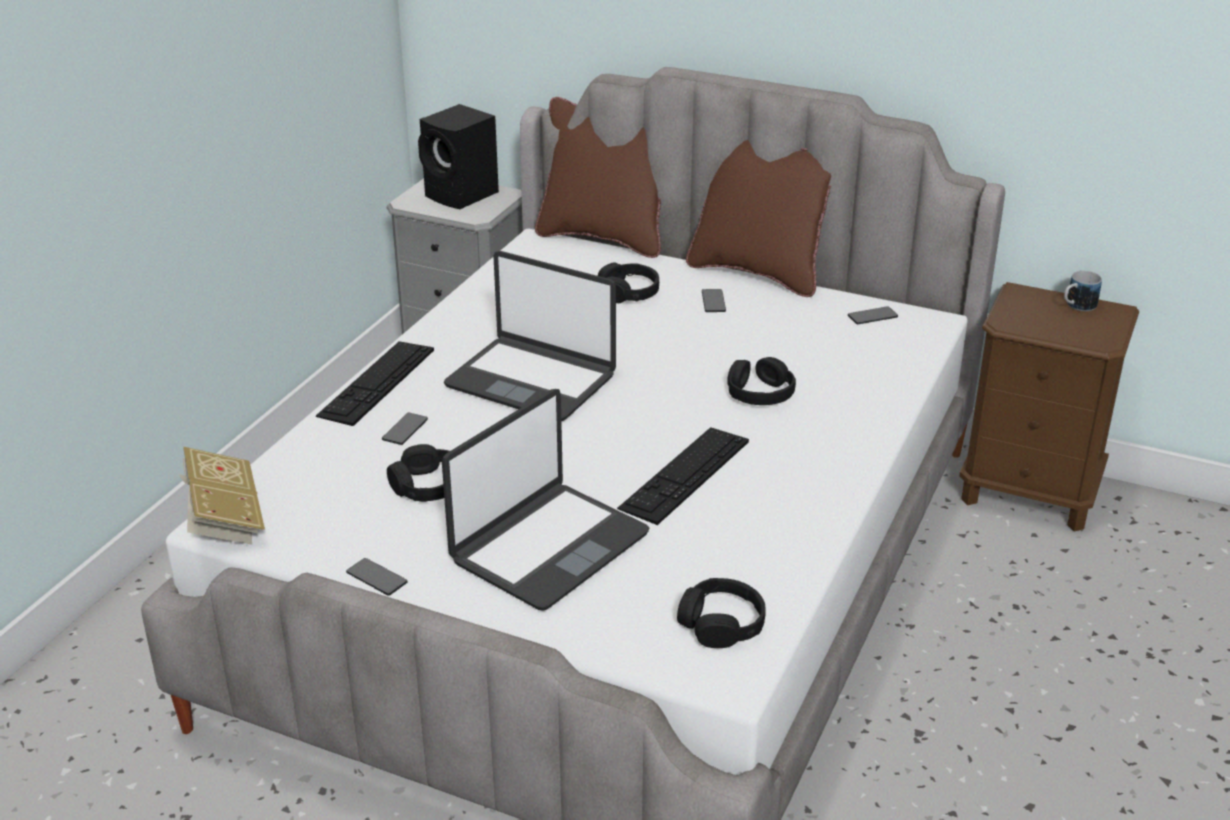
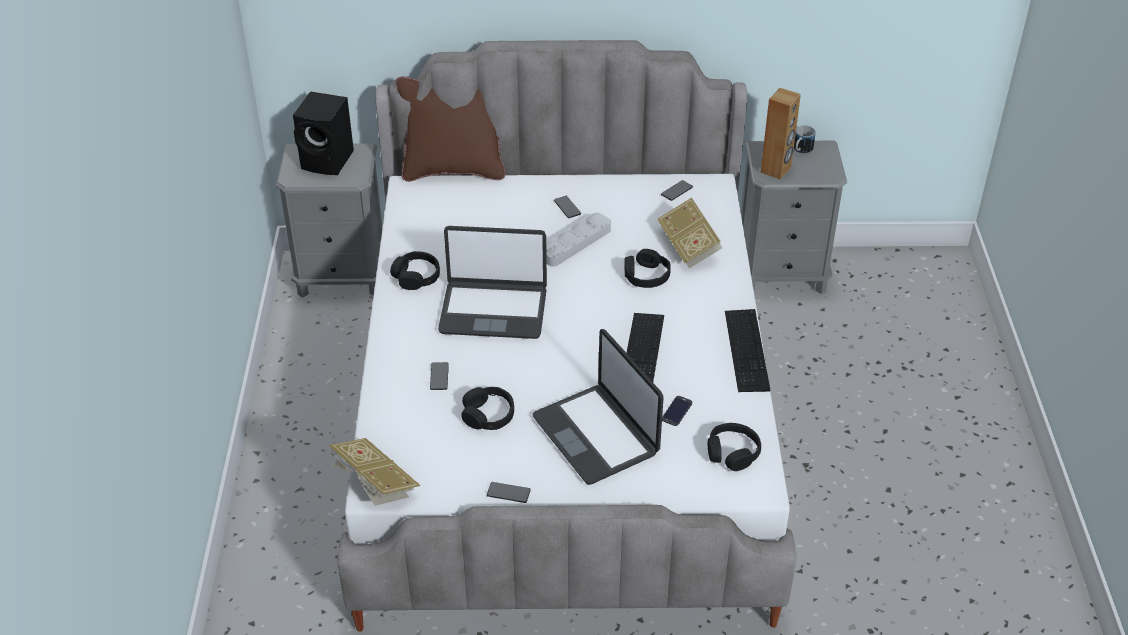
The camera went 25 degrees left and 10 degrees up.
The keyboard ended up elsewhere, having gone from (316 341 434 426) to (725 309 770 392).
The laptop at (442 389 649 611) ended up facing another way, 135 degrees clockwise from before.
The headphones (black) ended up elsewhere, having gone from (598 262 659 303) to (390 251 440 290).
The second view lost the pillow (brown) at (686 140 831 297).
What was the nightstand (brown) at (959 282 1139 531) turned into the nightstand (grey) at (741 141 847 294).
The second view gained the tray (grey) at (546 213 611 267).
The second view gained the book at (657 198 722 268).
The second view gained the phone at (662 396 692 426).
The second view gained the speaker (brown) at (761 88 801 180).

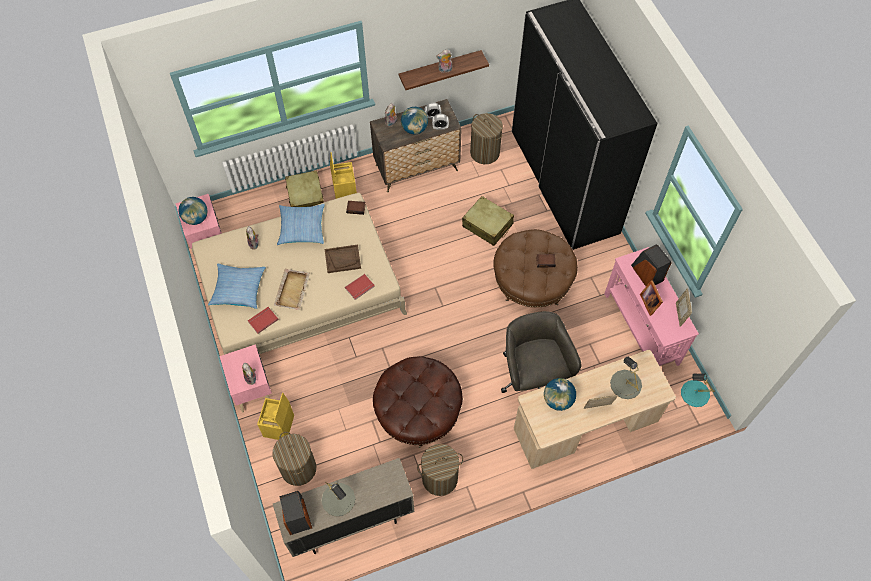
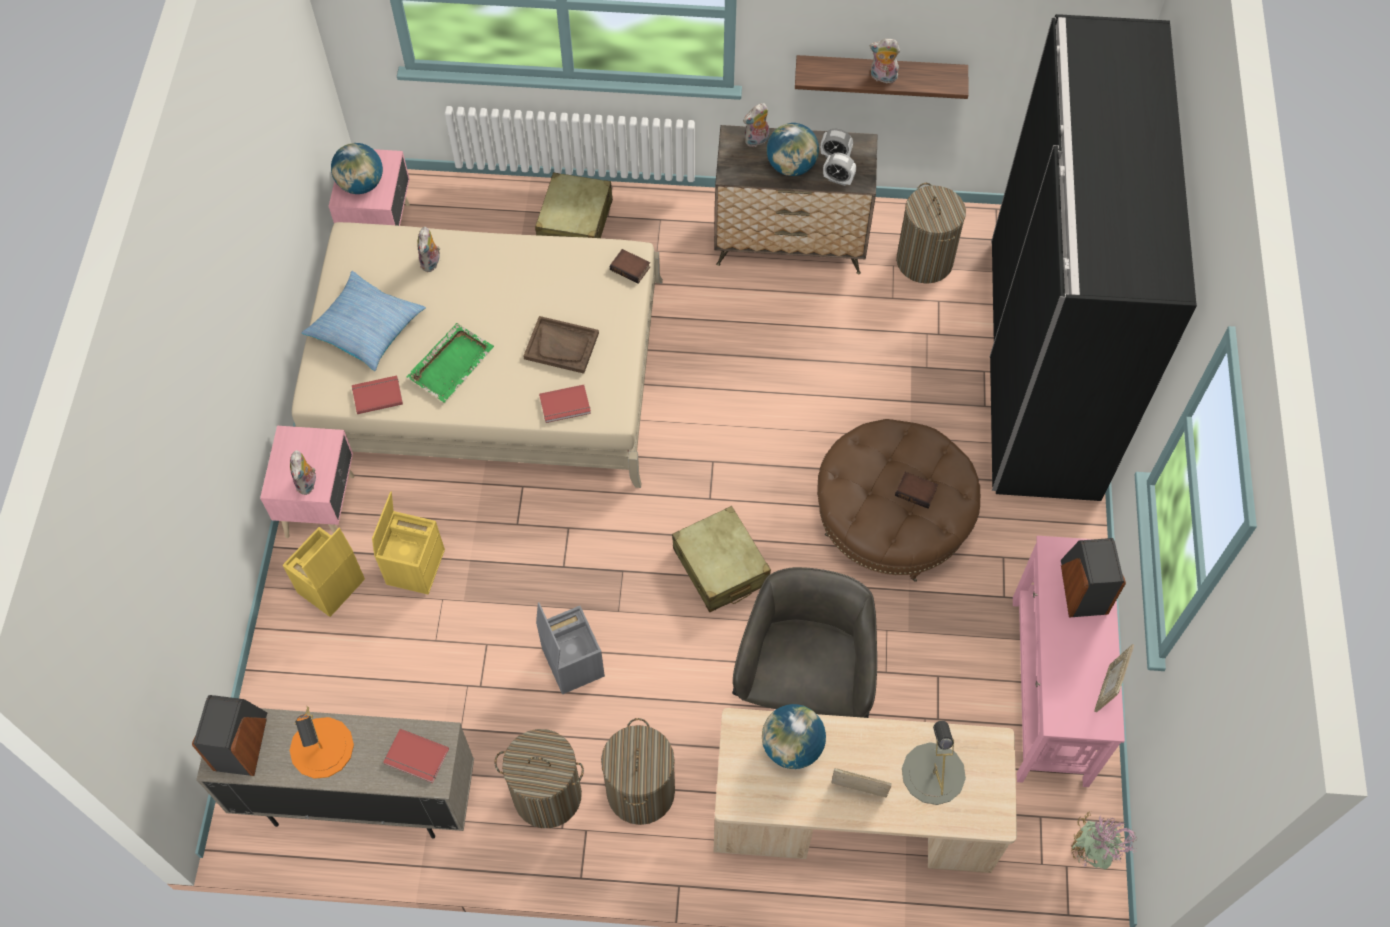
The camera went 25 degrees right and 0 degrees up.
The laundry basket ended up elsewhere, having gone from (272 432 316 486) to (601 718 675 825).
What was the tray (beige) at (274 269 310 310) turned into the tray (green) at (407 323 494 403).
The second view lost the pillow at (277 204 325 245).
What was the table lamp (grey) at (322 481 356 517) turned into the table lamp (orange) at (289 706 354 779).
The storage box (yellow) ended up elsewhere, having gone from (330 153 357 199) to (372 491 445 594).
Where the ottoman (brown) stood at (373 356 463 448), the storage box (grey) came to stand at (536 602 605 694).
The suitcase (beige) ended up elsewhere, having gone from (462 196 514 246) to (672 506 771 612).
The second view lost the picture frame at (640 280 663 316).
Where the table lamp (turquoise) stood at (681 373 714 407), the potted plant came to stand at (1071 812 1137 870).
The second view gained the book (red) at (383 729 449 783).

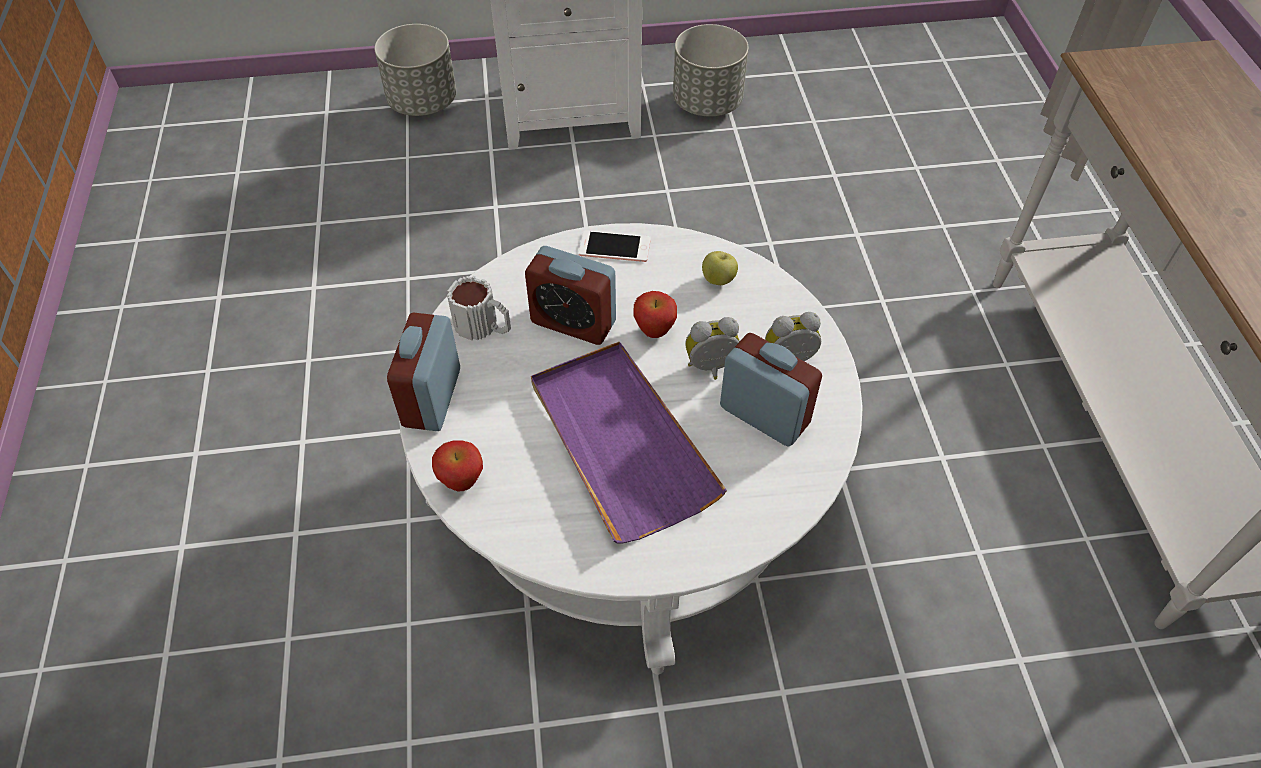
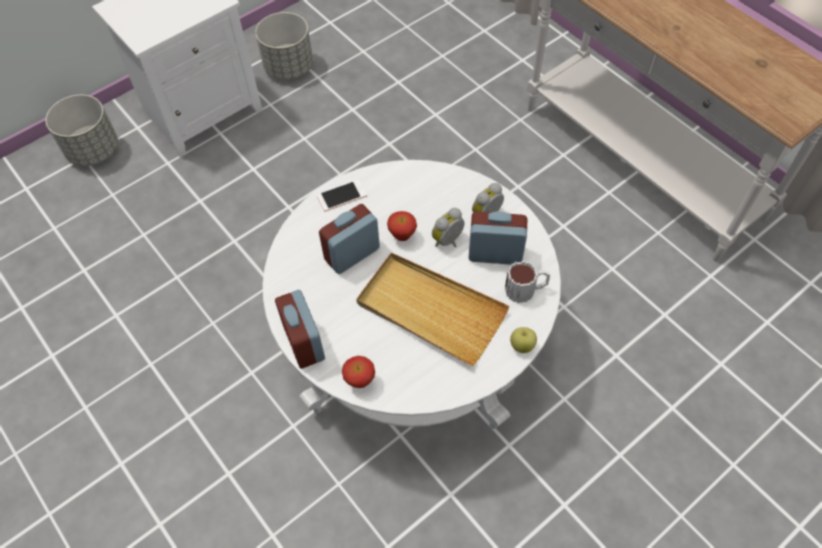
The camera went 30 degrees left and 5 degrees up.
The mug ended up elsewhere, having gone from (447 276 511 340) to (505 261 550 303).
The alarm clock at (525 246 616 345) ended up facing another way, 150 degrees clockwise from before.
What was the tray (purple) at (531 342 727 544) turned into the tray (beige) at (356 253 509 366).
The apple ended up elsewhere, having gone from (702 251 738 285) to (510 327 537 353).

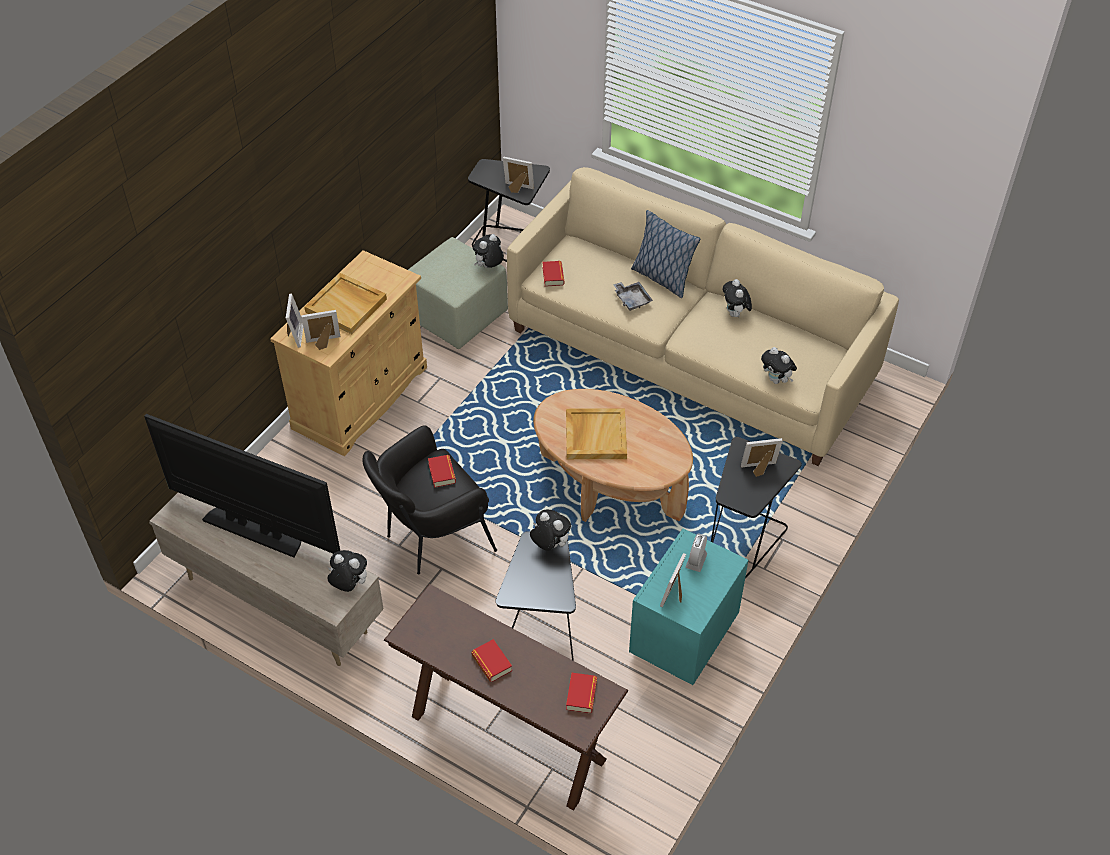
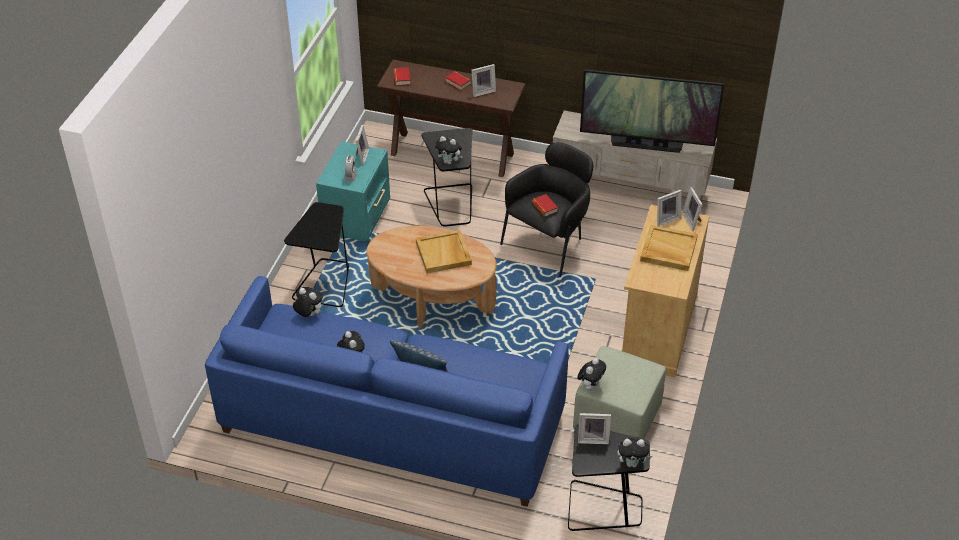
The camera went 165 degrees right and 5 degrees down.
The plush toy ended up elsewhere, having gone from (327 550 367 592) to (617 438 652 468).
What was the sofa (beige) at (507 167 899 466) turned into the sofa (blue) at (205 276 569 507).
The second view lost the book at (542 261 564 287).
The second view lost the tray (grey) at (613 282 653 311).
The picture frame ended up elsewhere, having gone from (741 438 783 477) to (471 64 496 97).

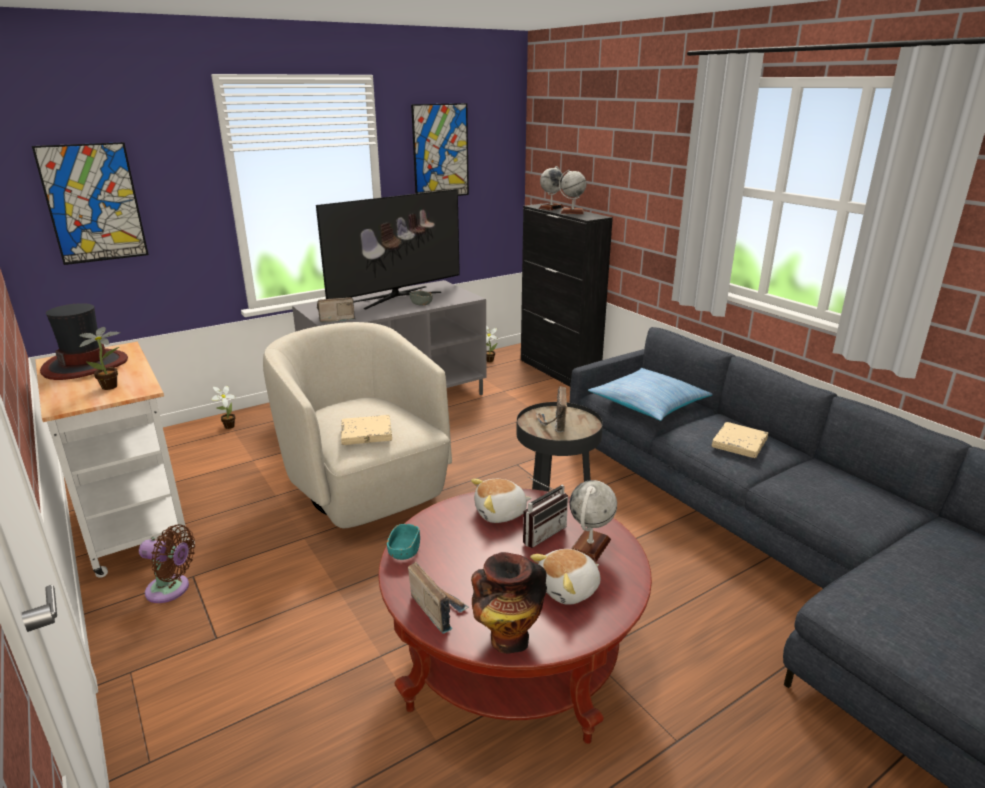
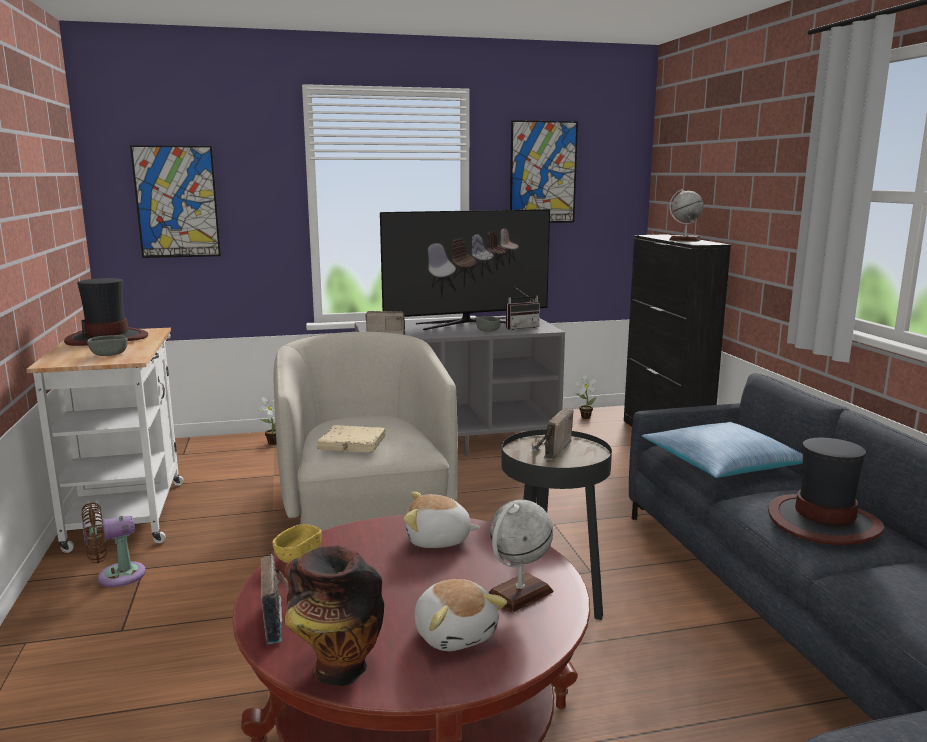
The camera went 20 degrees right and 10 degrees down.
Where the potted plant stood at (79 327 120 390), the bowl (grey) came to stand at (87 335 128 356).
The fan (brown) at (139 524 195 603) ended up facing another way, 120 degrees clockwise from before.
What was the bowl (turquoise) at (387 524 420 560) turned into the bowl (yellow) at (273 524 322 563).
The radio ended up elsewhere, having gone from (523 477 568 548) to (506 287 540 330).
The plush toy at (530 549 601 605) ended up facing another way, 105 degrees counterclockwise from before.
The second view lost the globe at (539 166 564 210).
Where the book (beige) stood at (712 422 768 458), the hat came to stand at (768 438 885 545).

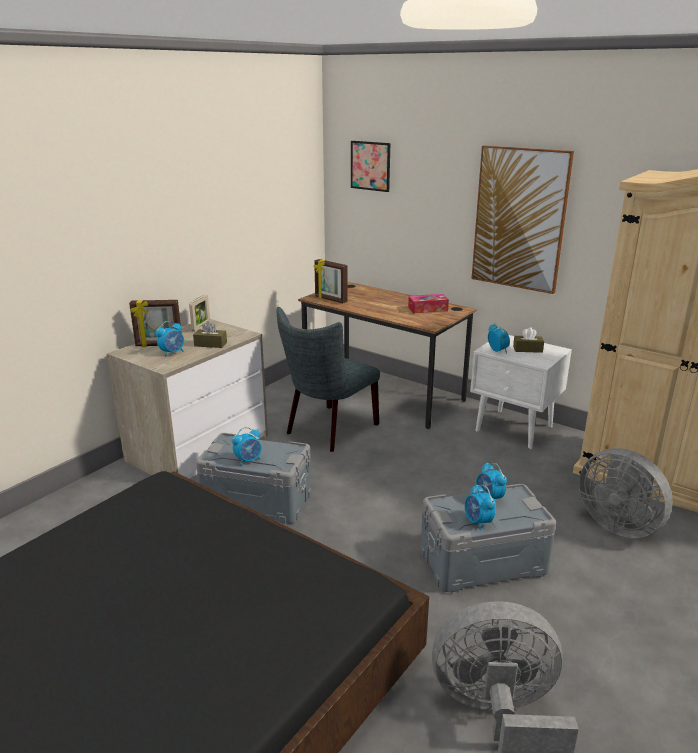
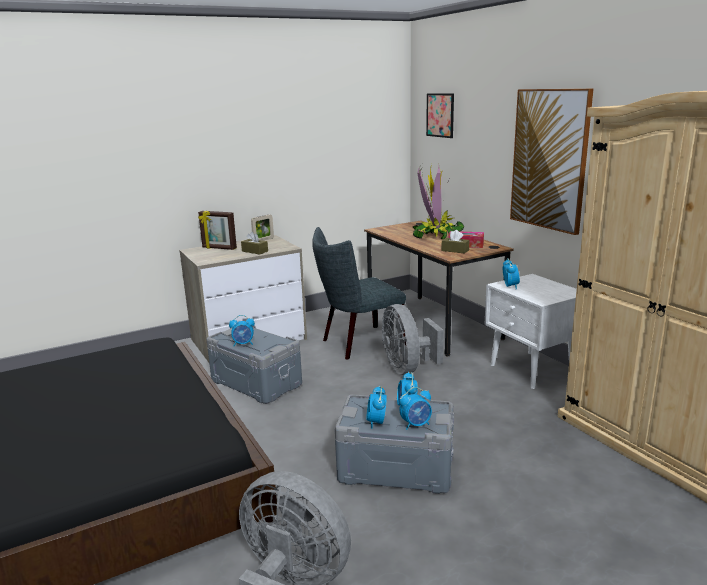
The camera went 25 degrees right and 5 degrees down.
The alarm clock ended up elsewhere, having gone from (156 321 184 357) to (399 387 432 430).
The second view lost the picture frame at (314 259 347 303).
The tissue box (brown) ended up elsewhere, having gone from (513 327 544 353) to (441 230 469 254).
The fan (grey) ended up elsewhere, having gone from (579 448 673 538) to (382 304 444 375).
The second view gained the potted plant at (413 163 464 239).

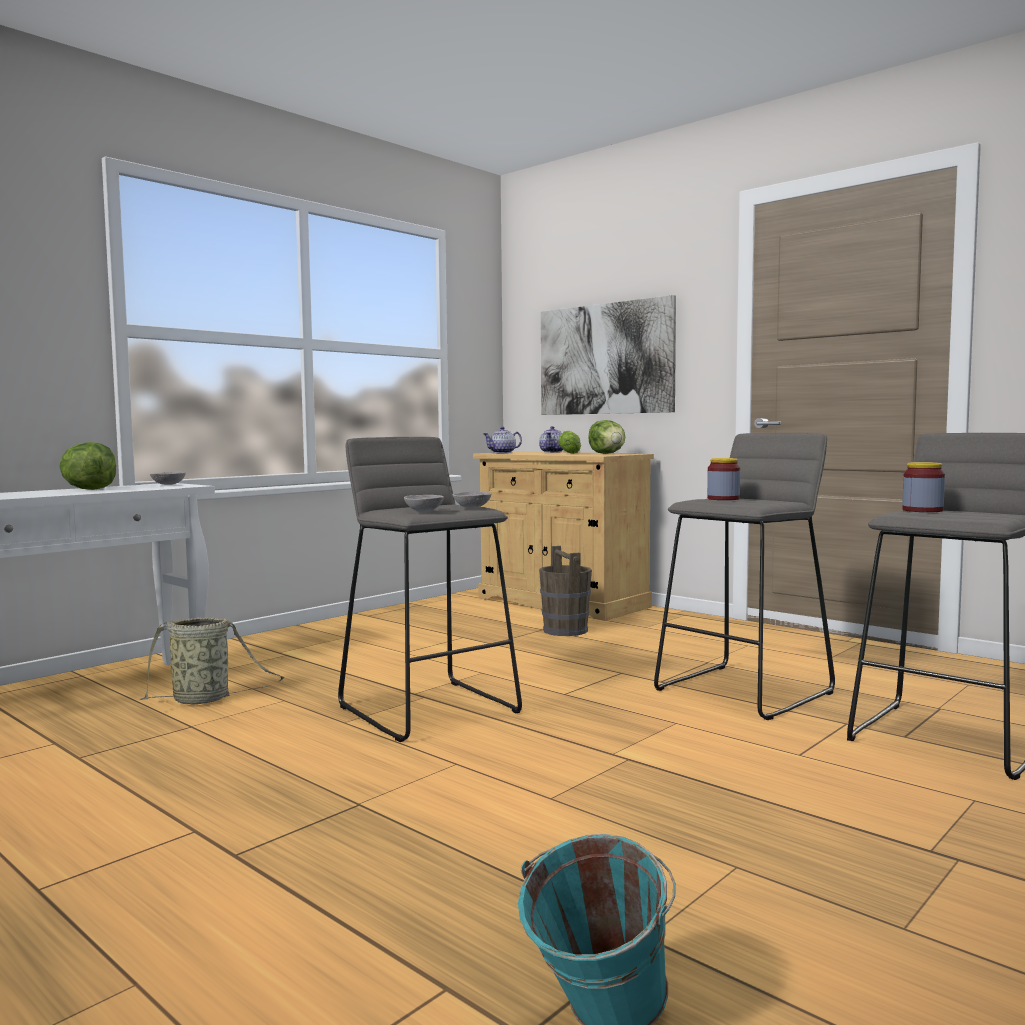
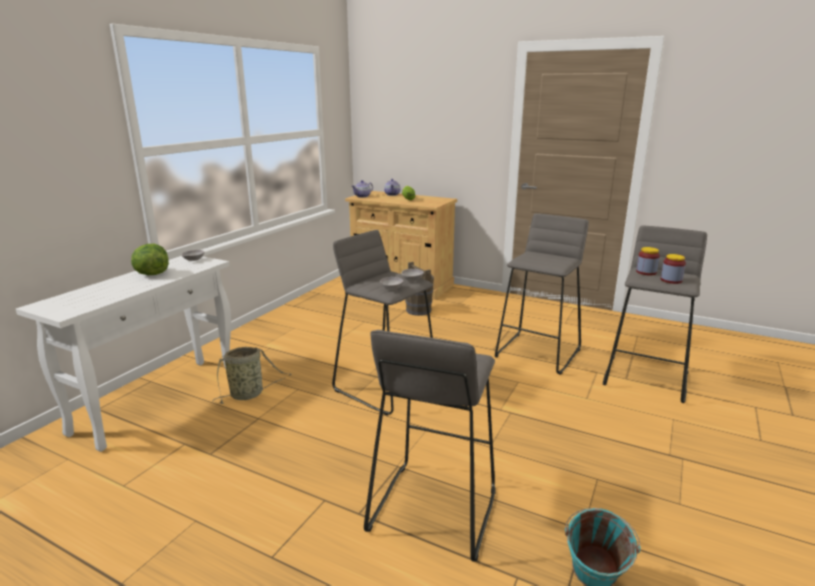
The camera went 15 degrees left and 15 degrees up.
The second view lost the picture at (541 295 676 415).
The second view lost the lettuce at (588 420 625 454).
The jar ended up elsewhere, having gone from (707 458 740 500) to (661 254 686 284).
The second view gained the stool (grey) at (364 330 495 562).

